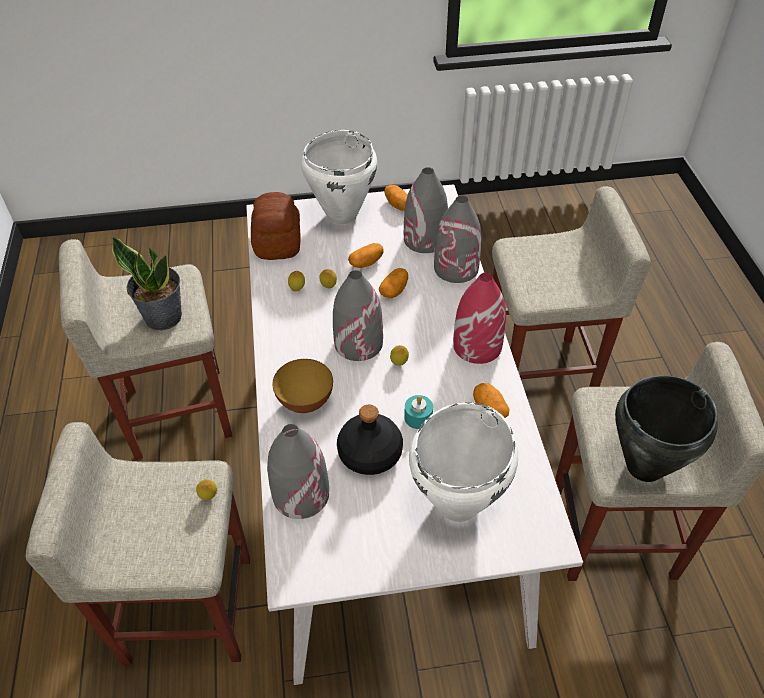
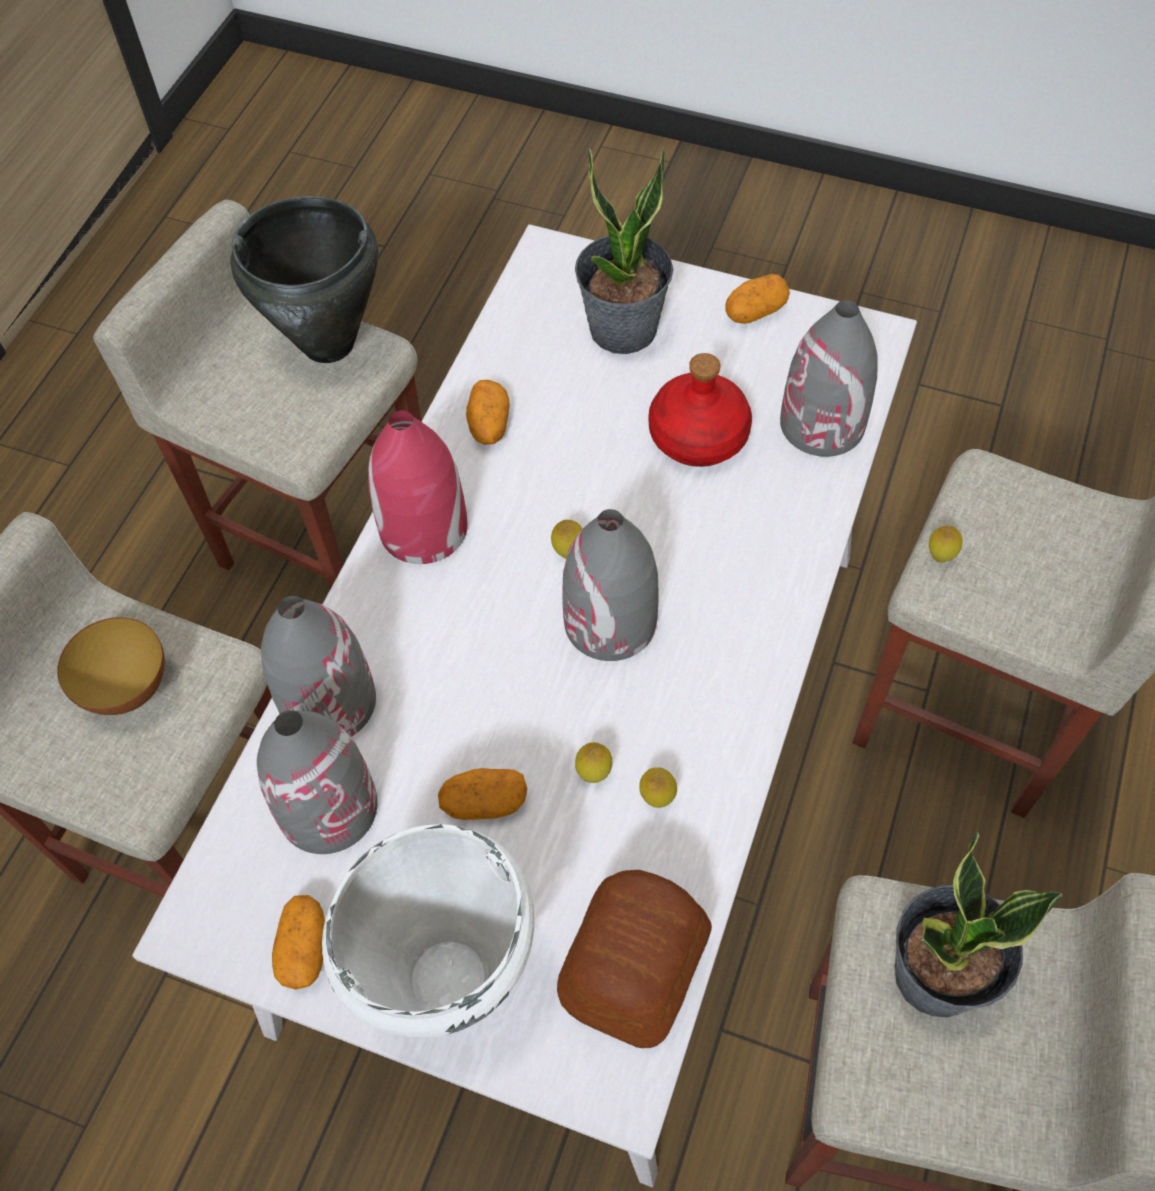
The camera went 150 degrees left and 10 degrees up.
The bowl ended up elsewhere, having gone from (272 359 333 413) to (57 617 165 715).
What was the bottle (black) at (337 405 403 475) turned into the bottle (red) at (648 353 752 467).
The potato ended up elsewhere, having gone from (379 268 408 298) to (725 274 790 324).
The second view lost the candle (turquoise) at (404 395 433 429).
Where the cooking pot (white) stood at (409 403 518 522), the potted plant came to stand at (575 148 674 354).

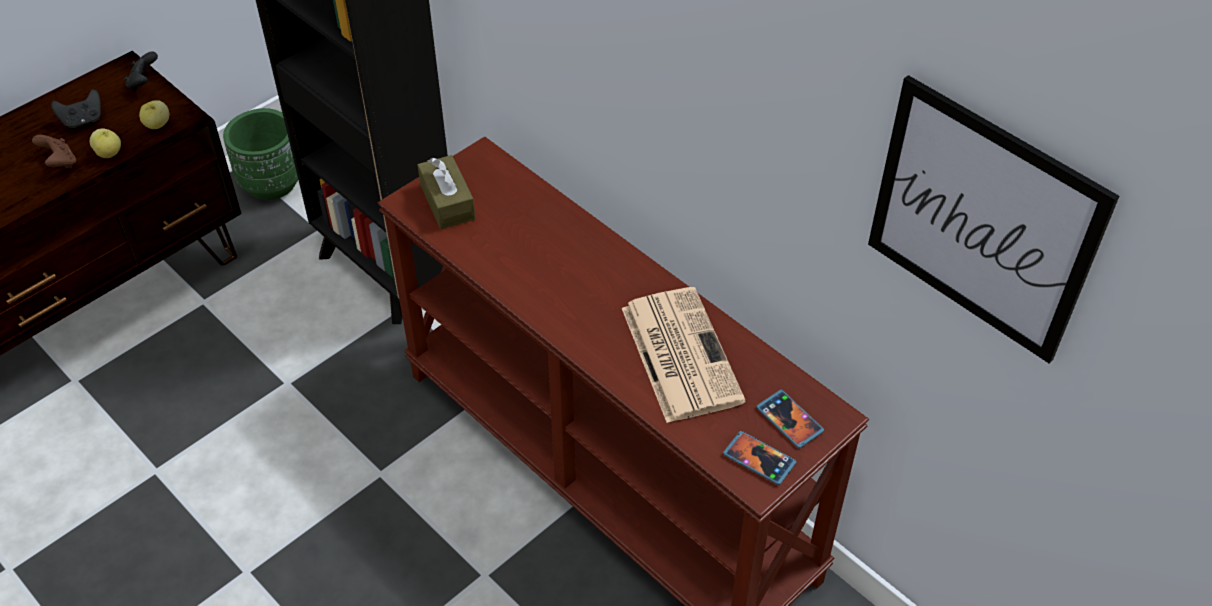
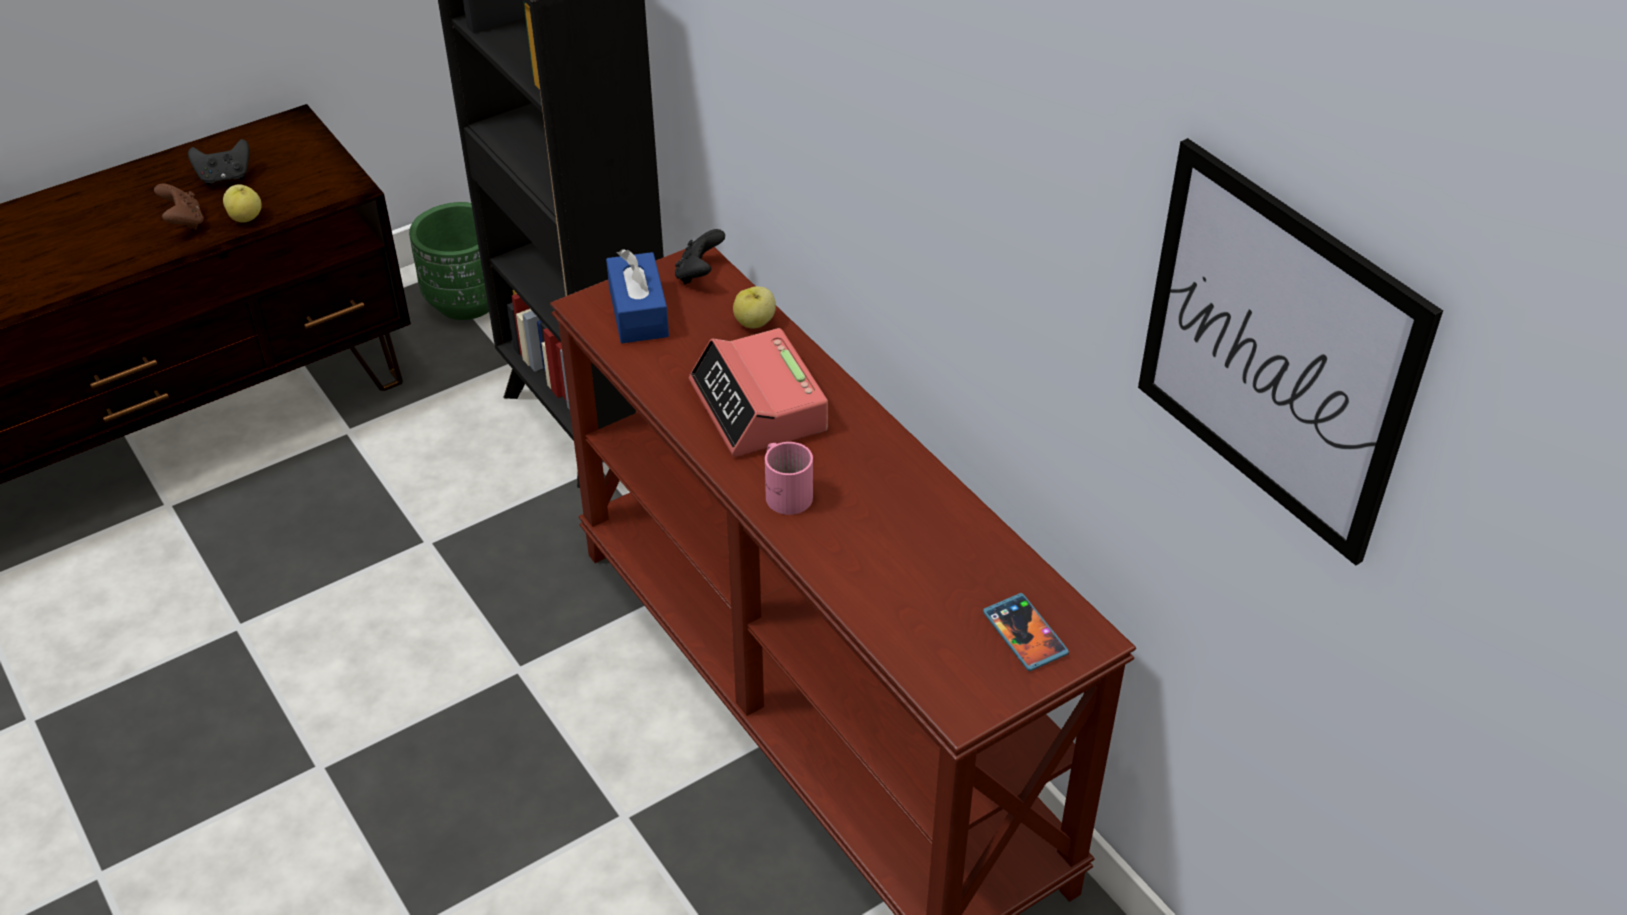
The camera went 10 degrees right and 5 degrees down.
The game controller (black) ended up elsewhere, having gone from (124 51 158 91) to (675 229 725 284).
The apple ended up elsewhere, having gone from (139 100 169 129) to (733 286 776 329).
What was the tissue box (brown) at (418 155 475 229) turned into the tissue box (blue) at (606 249 669 343).
The second view lost the newspaper at (622 287 746 423).
The second view lost the phone at (723 431 797 485).
The second view gained the alarm clock at (689 328 828 457).
The second view gained the mug (pink) at (765 442 813 515).

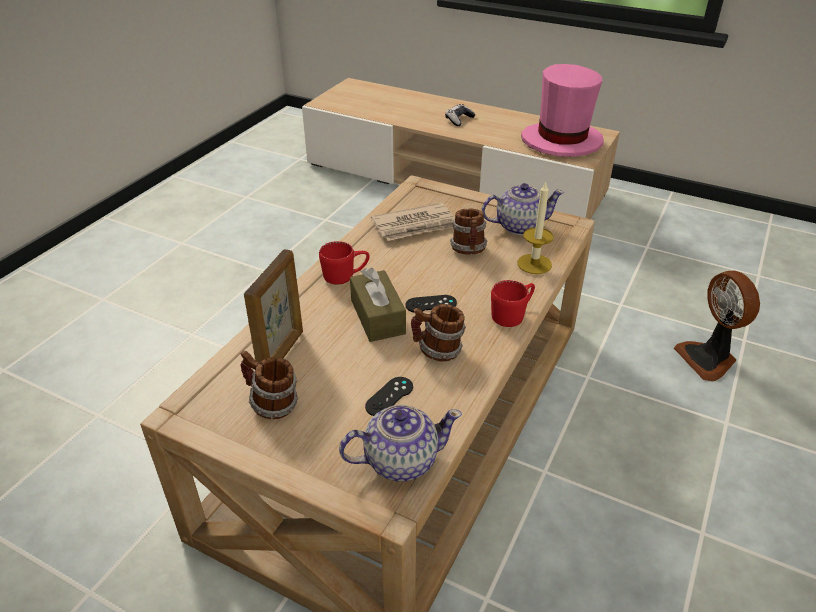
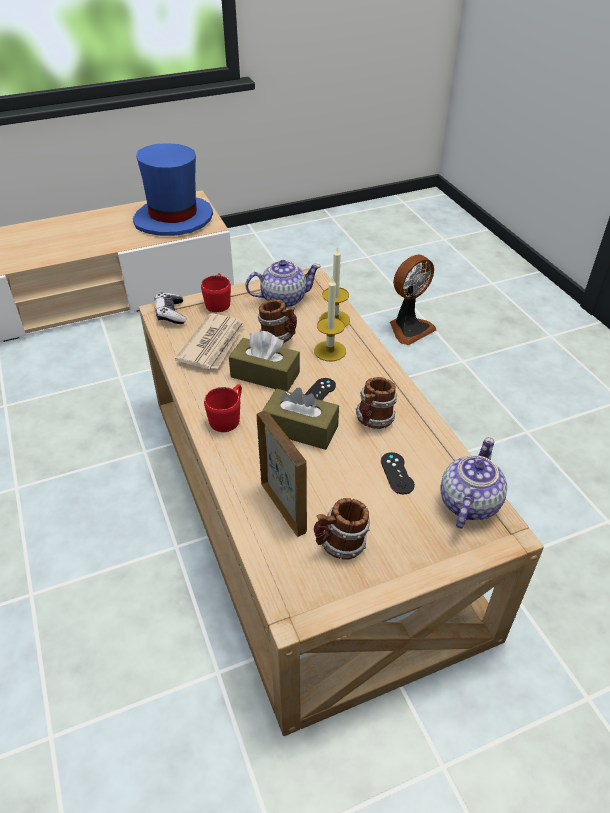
The camera went 50 degrees left and 5 degrees up.
The game controller ended up elsewhere, having gone from (445 104 476 126) to (155 292 186 324).
The teapot at (482 183 564 235) ended up facing another way, 45 degrees clockwise from before.
The mug (red) ended up elsewhere, having gone from (491 280 535 327) to (201 273 231 312).
What was the hat (pink) at (521 64 604 157) turned into the hat (blue) at (133 143 213 236).
The fan at (674 271 760 381) ended up facing another way, 60 degrees counterclockwise from before.
The second view gained the tissue box (brown) at (229 331 300 391).
The second view gained the candle at (314 276 346 361).

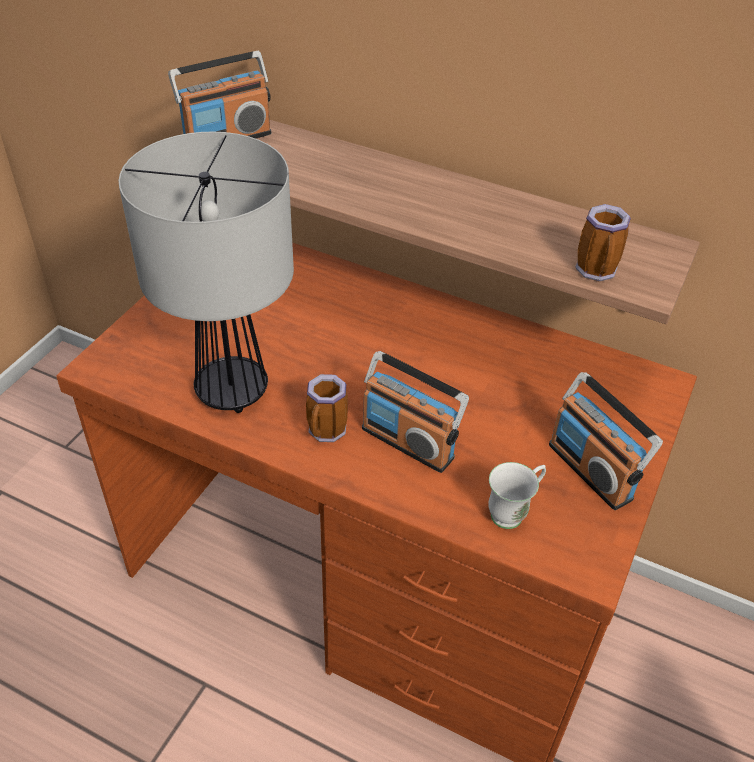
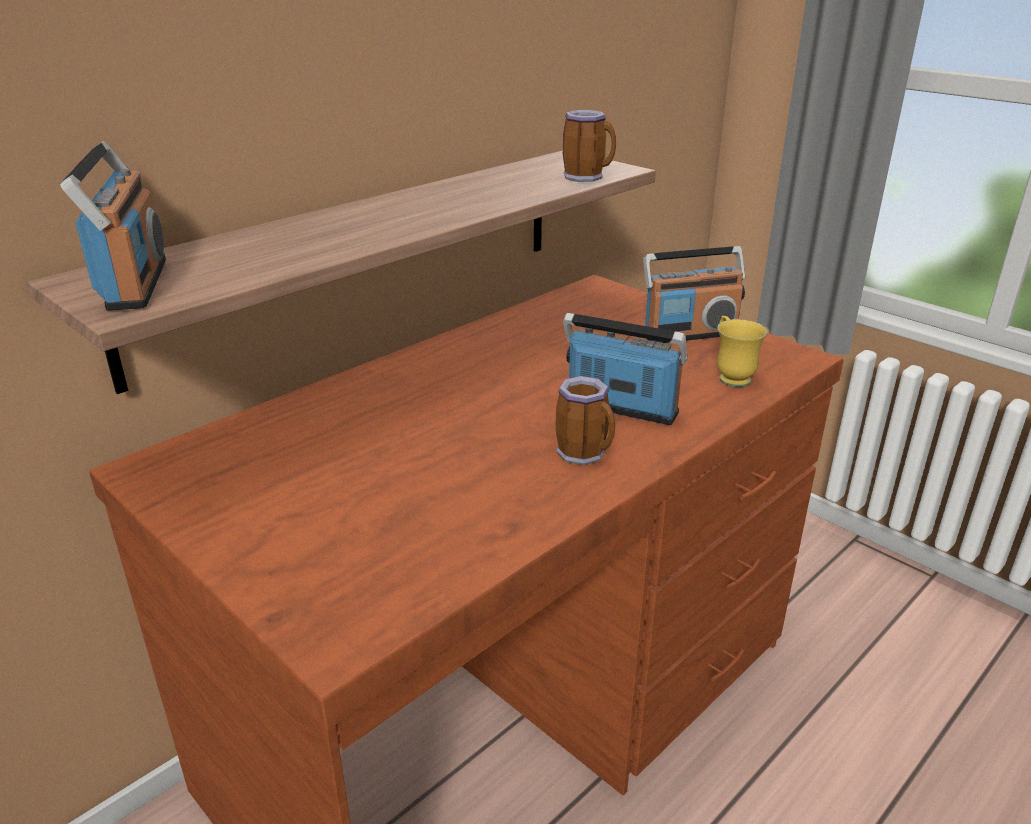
The camera went 70 degrees left and 15 degrees down.
The second view lost the table lamp at (118 132 294 413).
The radio at (362 351 469 473) ended up facing another way, 120 degrees counterclockwise from before.
What was the mug (white) at (488 462 546 529) turned into the mug (yellow) at (717 316 768 387).

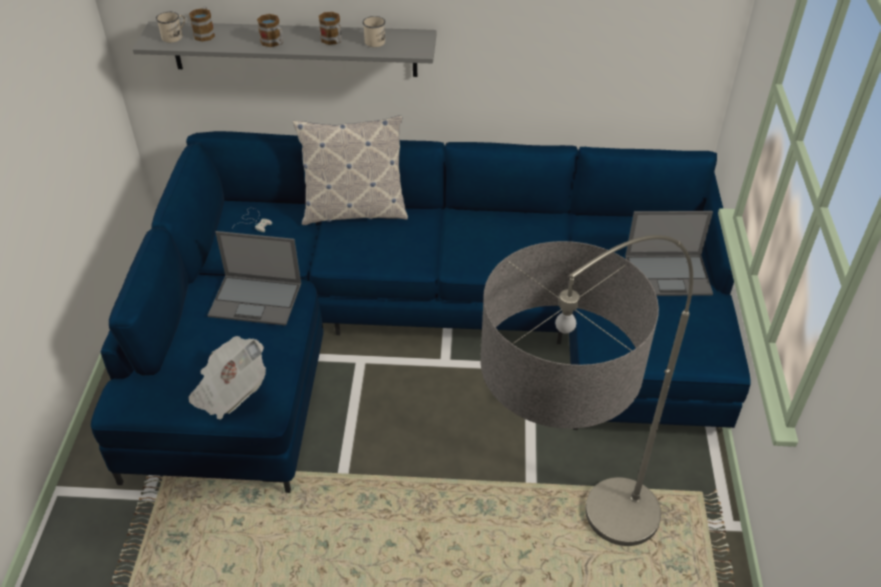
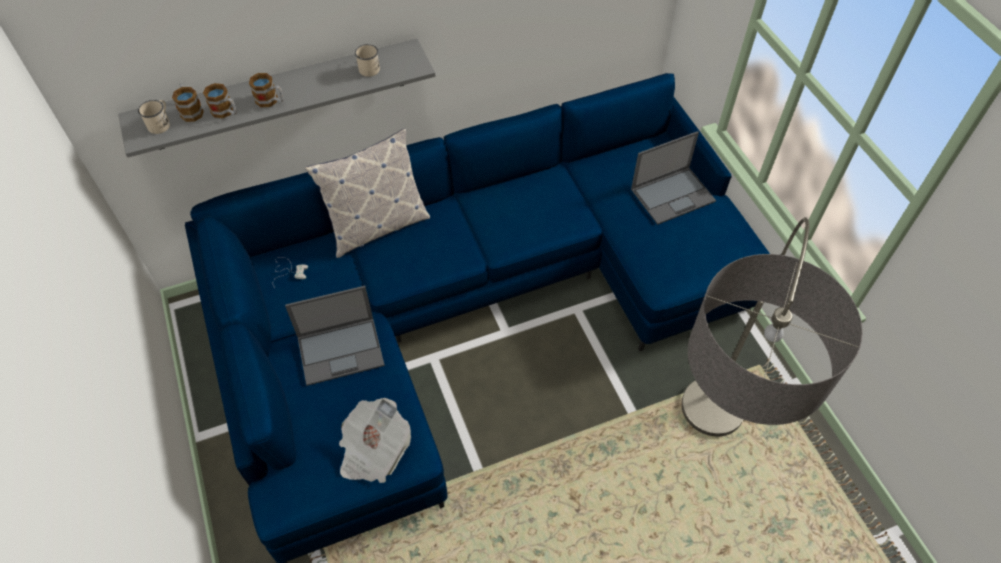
The camera went 25 degrees left and 10 degrees up.
The mug ended up elsewhere, having gone from (319 12 342 45) to (203 83 237 119).

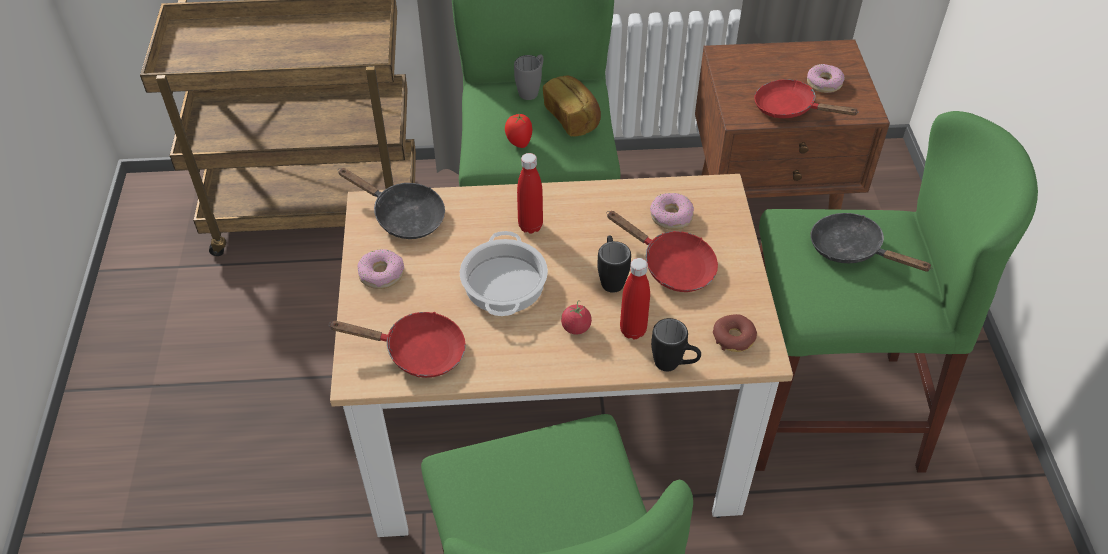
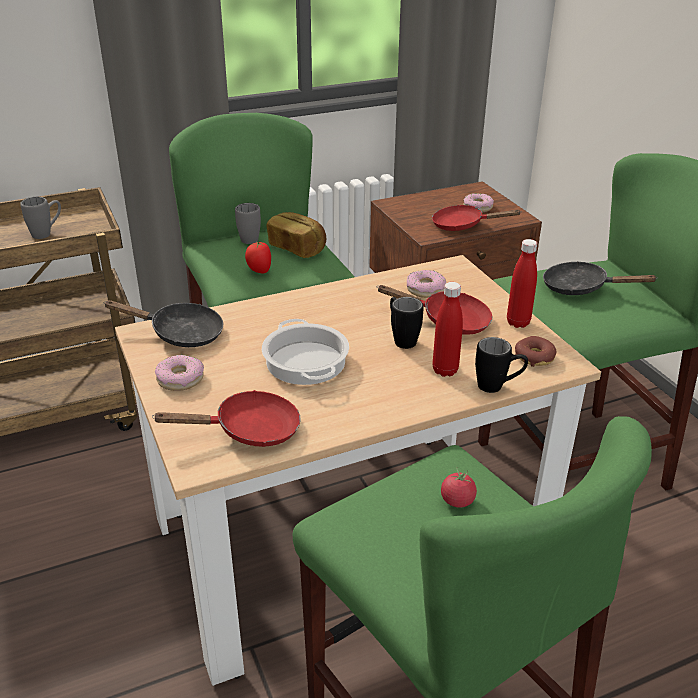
The camera went 20 degrees left and 15 degrees down.
The bottle (red) ended up elsewhere, having gone from (517 153 543 234) to (507 239 537 328).
The tomato ended up elsewhere, having gone from (561 300 592 334) to (441 467 477 508).
The second view gained the mug (grey) at (20 197 61 239).

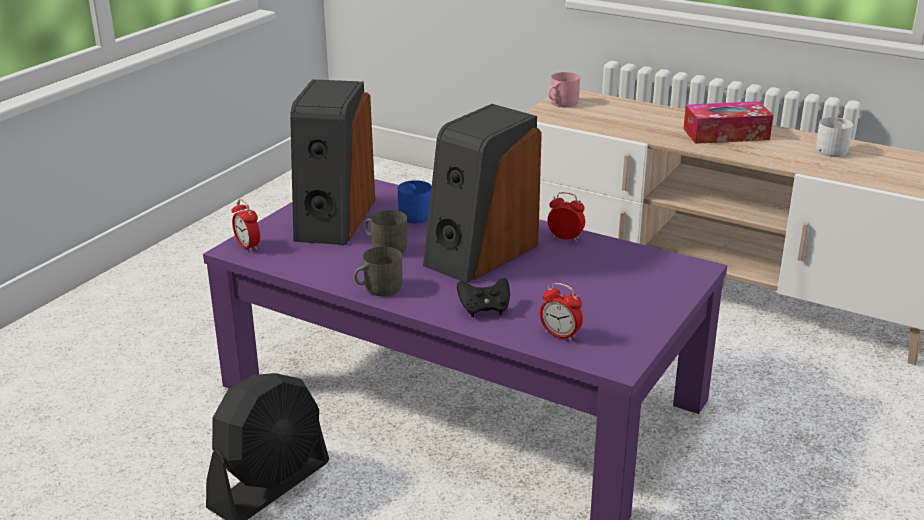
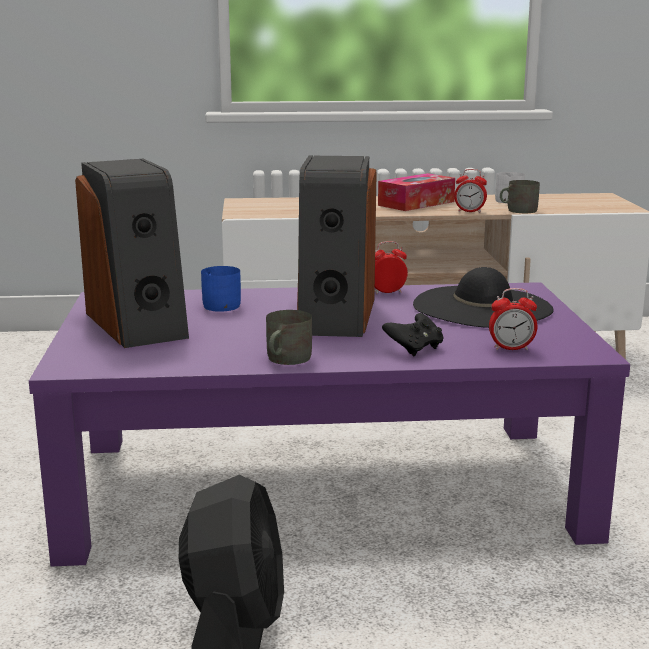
The camera went 35 degrees left and 10 degrees down.
The alarm clock ended up elsewhere, having gone from (232 199 260 252) to (454 169 487 213).
The mug (grey) ended up elsewhere, having gone from (364 210 407 254) to (500 180 540 213).
The second view lost the mug (pink) at (548 72 580 107).
The second view gained the hat (black) at (413 267 554 328).

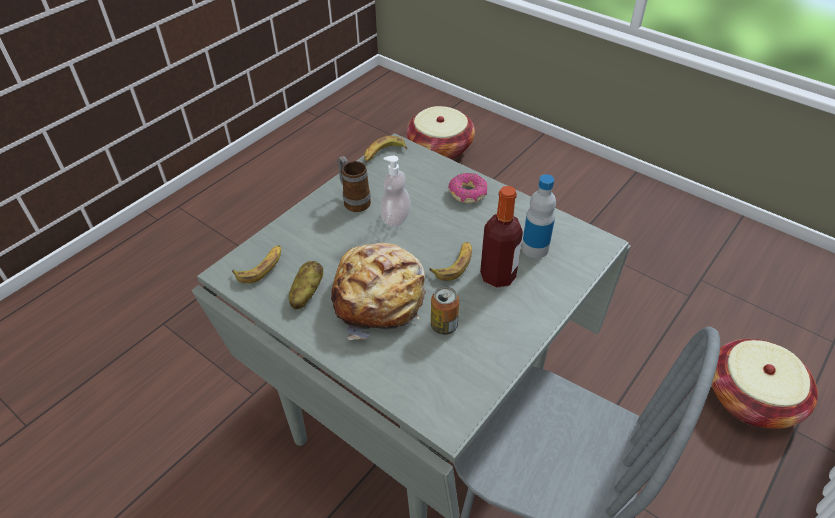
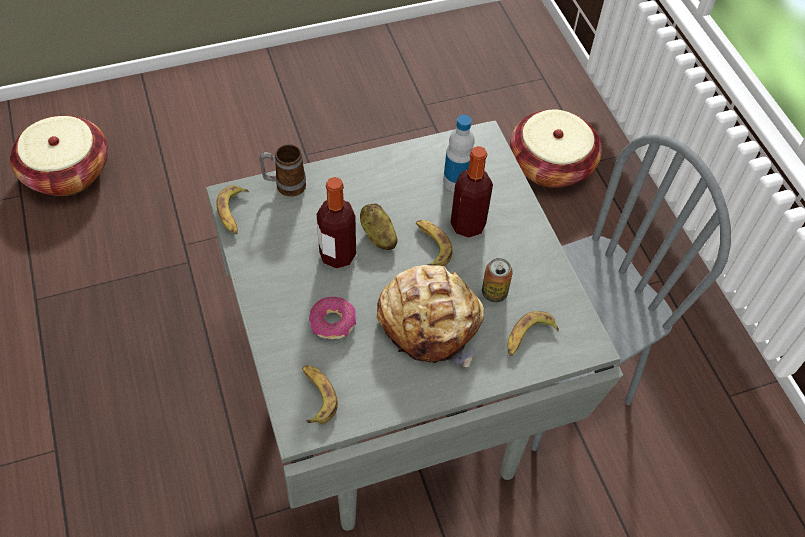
The camera went 60 degrees left and 10 degrees up.
The potato ended up elsewhere, having gone from (289 261 323 309) to (360 203 398 250).
The mug ended up elsewhere, having gone from (337 156 371 212) to (259 144 306 197).
Where the soap dispenser stood at (380 156 411 227), the bottle came to stand at (317 177 356 269).
The donut ended up elsewhere, having gone from (448 173 487 203) to (309 297 356 339).
The second view gained the banana at (508 311 559 356).

